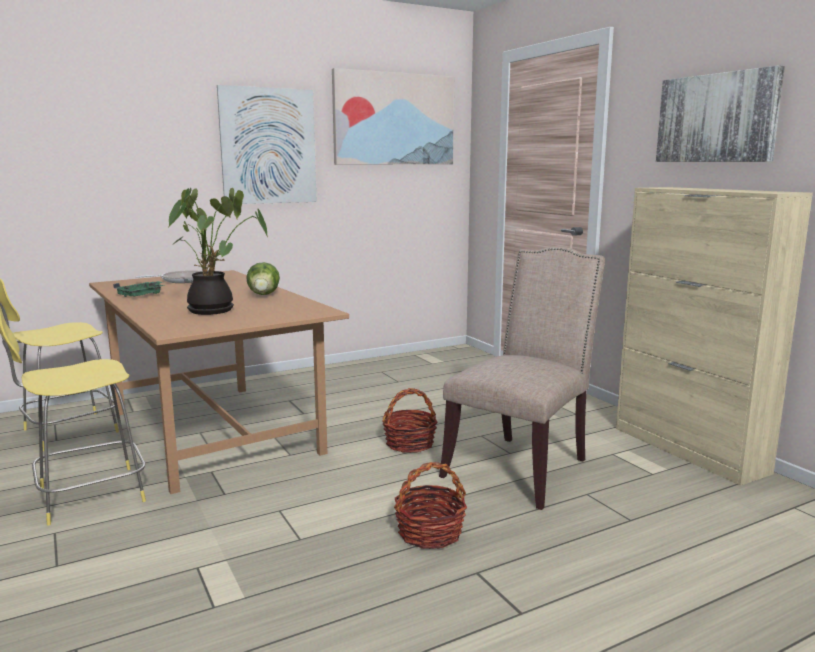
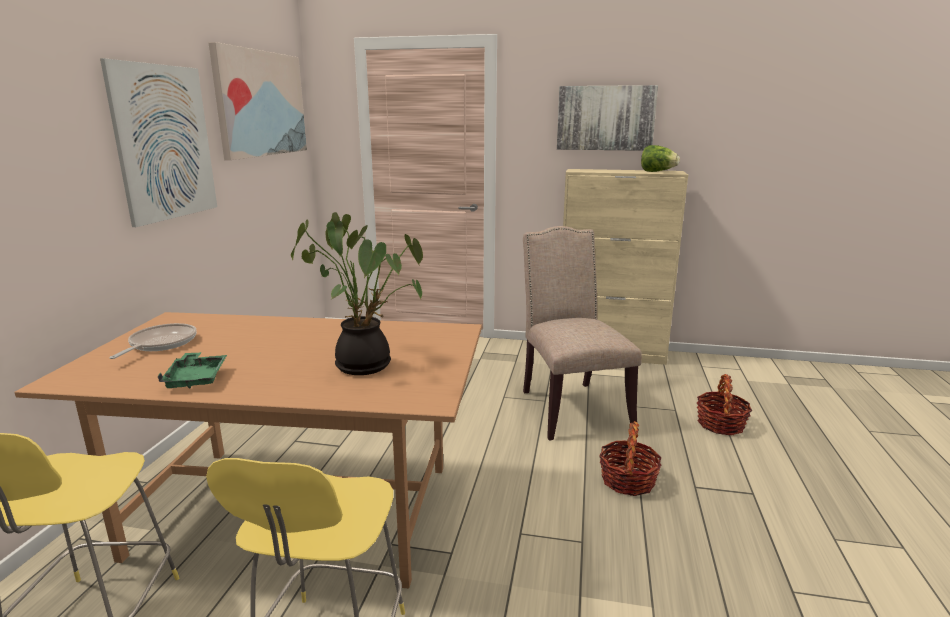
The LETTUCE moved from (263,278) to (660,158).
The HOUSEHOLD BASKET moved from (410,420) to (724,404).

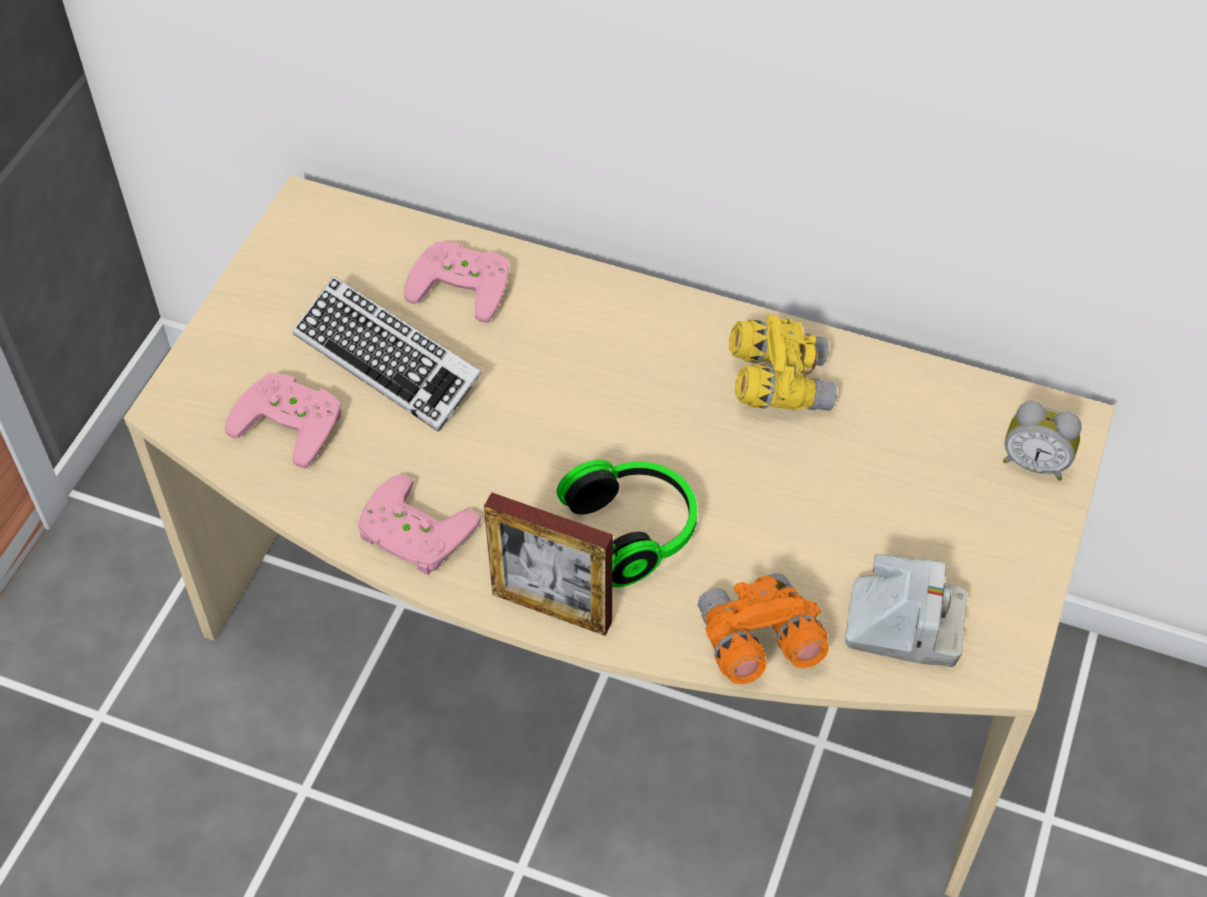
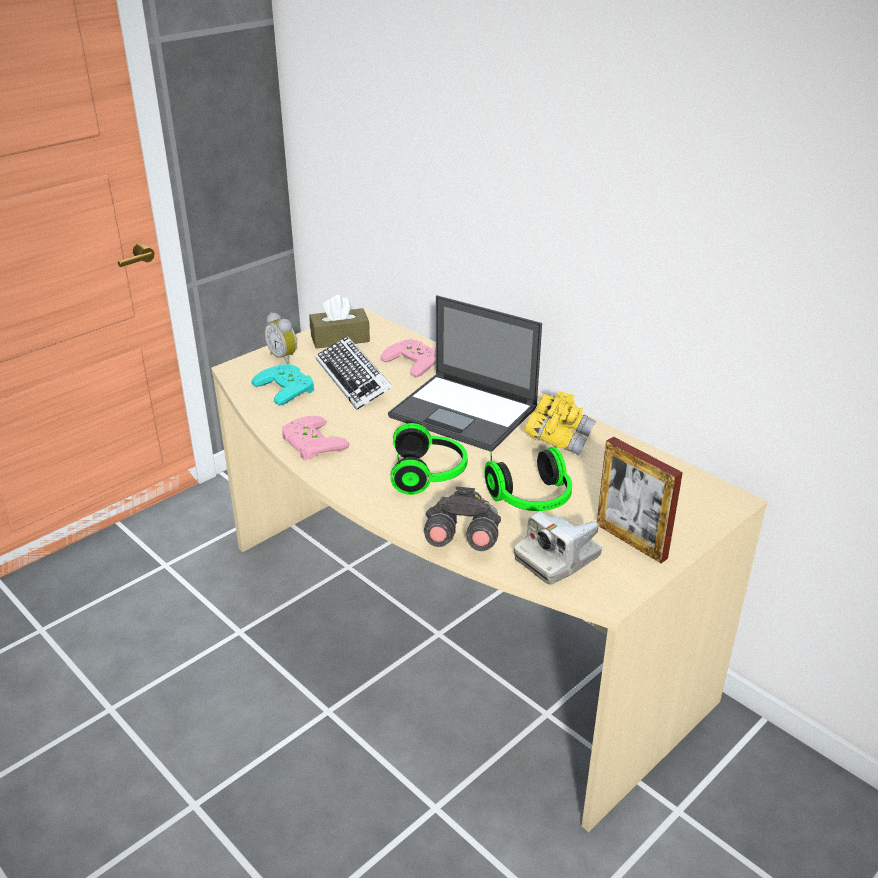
The PINK GAME CONTROLLER at (283,420) became the TURQUOISE GAME CONTROLLER at (282,385).
The BEDSIDE CLOCK moved from (1042,441) to (280,338).
The PICTURE FRAME moved from (548,564) to (640,500).
The STILL CAMERA at (906,610) turned 105 degrees clockwise.
The ORANGE BINOCULARS at (763,628) became the GRAY BINOCULARS at (462,519).
The BROWN-COLOURED TISSUE HOLDER at (339,322) appeared.
The PORTABLE COMPUTER at (465,373) appeared.
The PAIR OF HEADPHONES at (528,479) appeared.

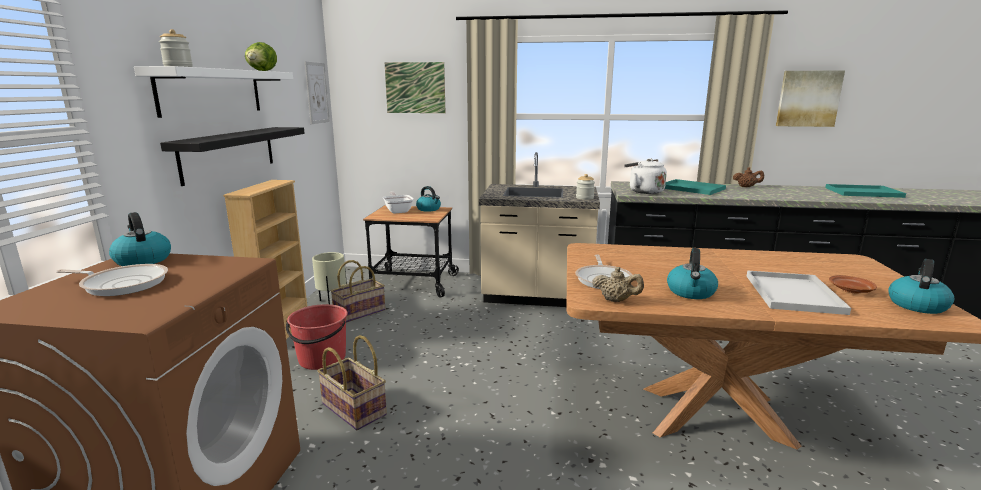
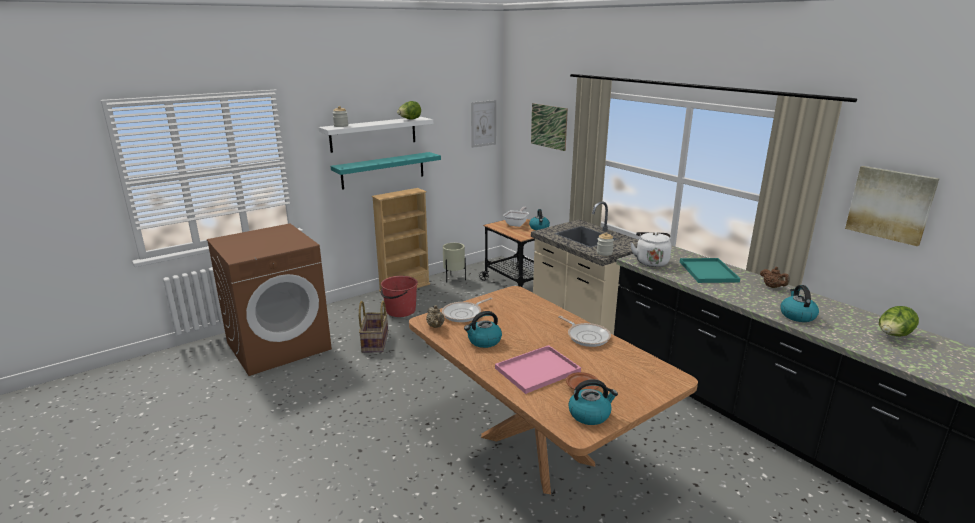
The BLACK BRACKET SHELF at (232,156) became the TURQUOISE BRACKET SHELF at (386,171).
The TURQUOISE SERVING TRAY at (865,191) was replaced by the LETTUCE at (899,321).
The WATER KETTLE moved from (140,239) to (799,303).
The HOUSEHOLD BASKET at (357,291) disappeared.
The PAN moved from (112,280) to (584,331).
The WHITE SERVING TRAY at (799,292) became the PINK SERVING TRAY at (538,369).

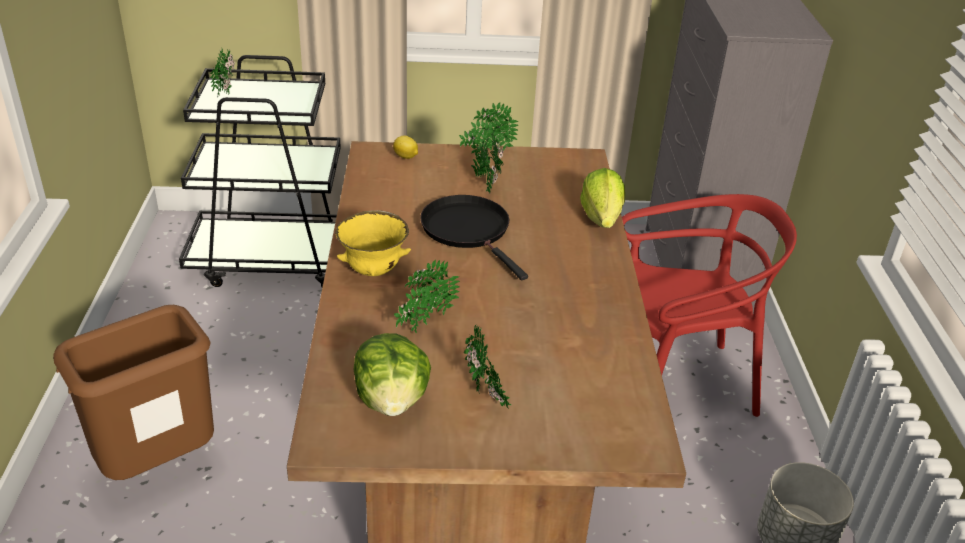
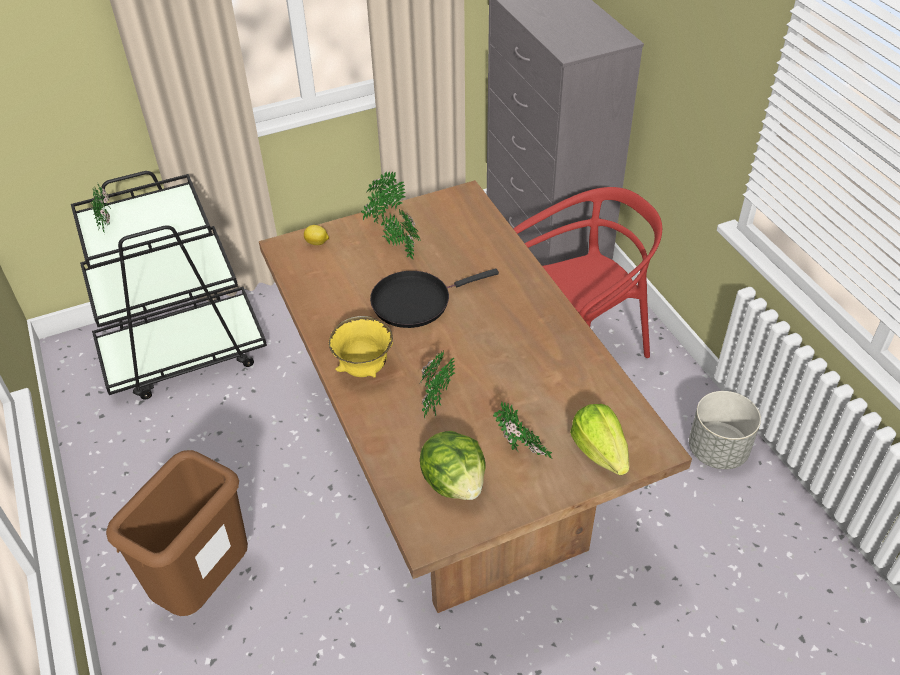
The LETTUCE moved from (602,198) to (599,439).
The BLACK PAN at (474,237) turned 60 degrees counterclockwise.

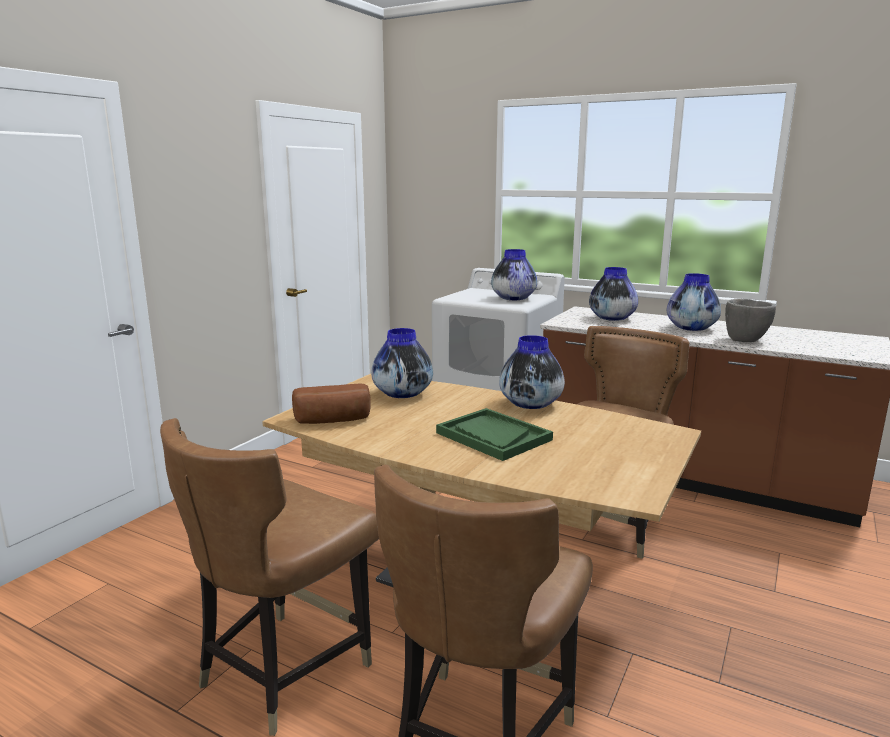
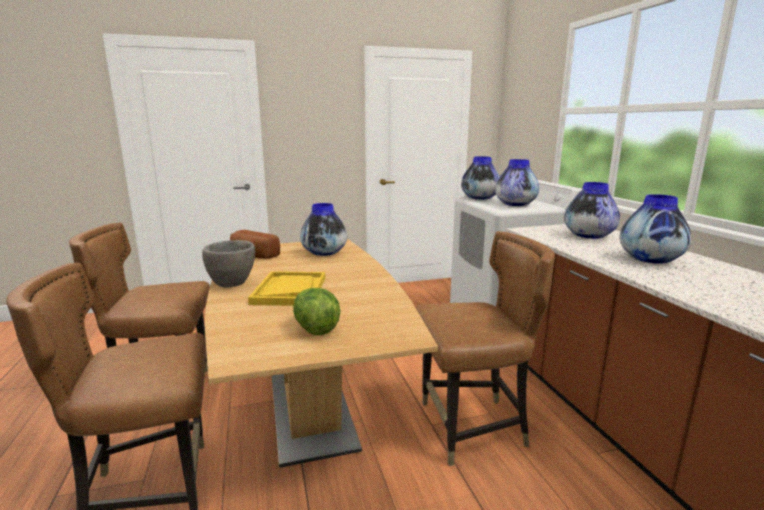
The GRAY SERVING BOWL moved from (750,320) to (228,264).
The DECORATIVE VASE moved from (532,372) to (480,178).
The GREEN SERVING TRAY at (494,434) became the YELLOW-COLOURED SERVING TRAY at (287,288).
The LETTUCE at (316,311) appeared.

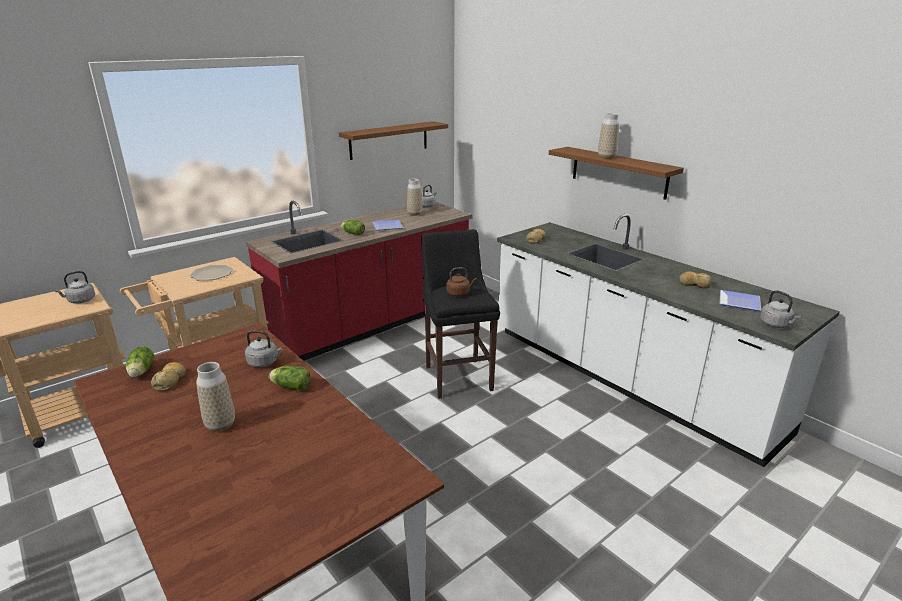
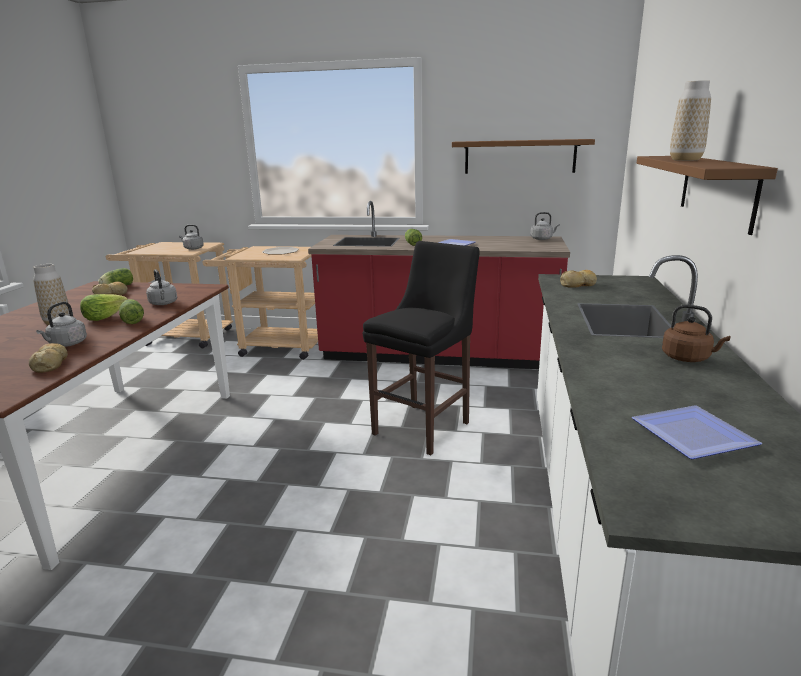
The DECORATIVE VASE at (415,197) disappeared.
The BROWN-COLOURED WATER KETTLE moved from (462,281) to (696,333).
The BREAD moved from (695,279) to (48,358).
The GRAY WATER KETTLE moved from (780,309) to (61,324).
The LETTUCE at (104,307) appeared.

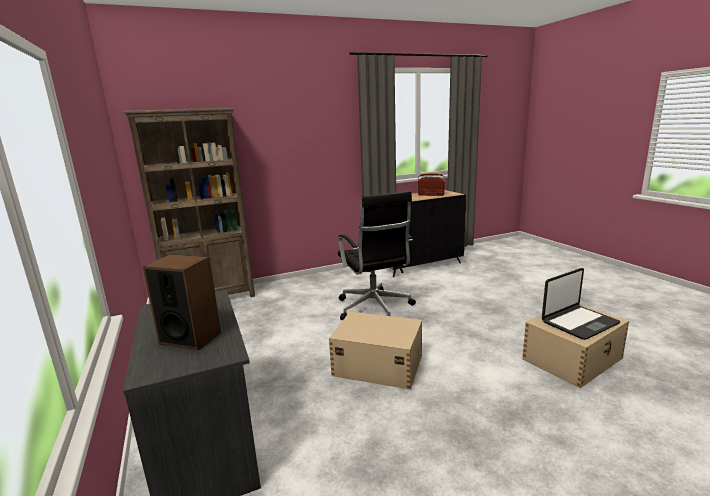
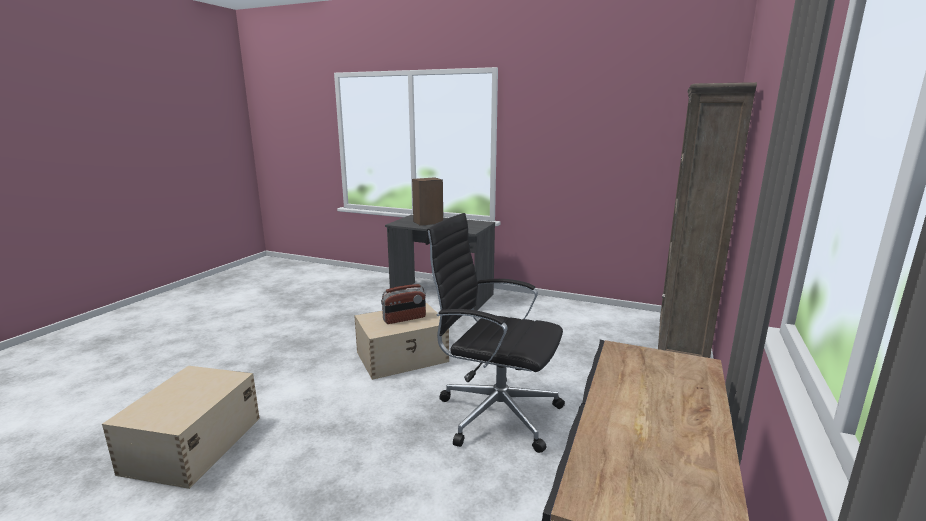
The RADIO moved from (431,184) to (403,304).
The PORTABLE COMPUTER at (581,304) disappeared.

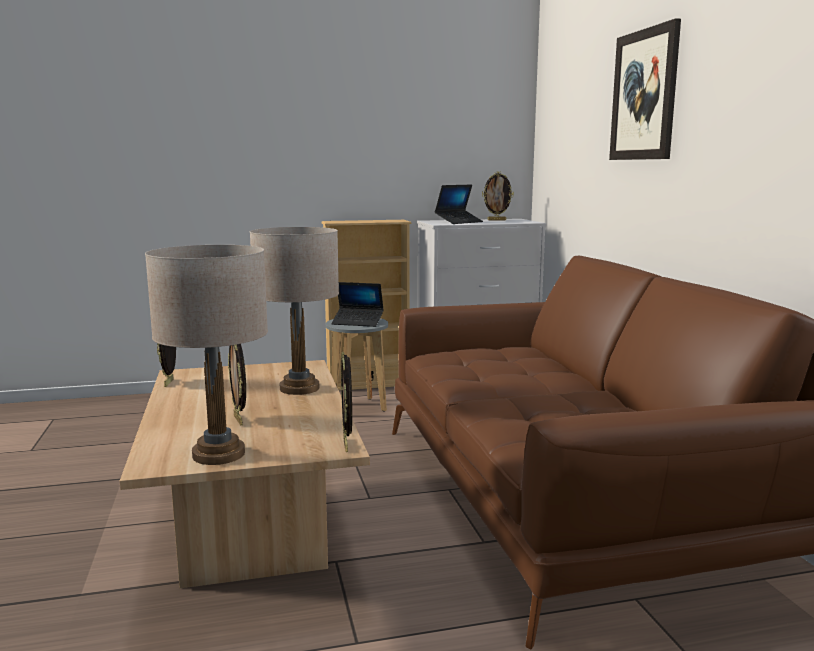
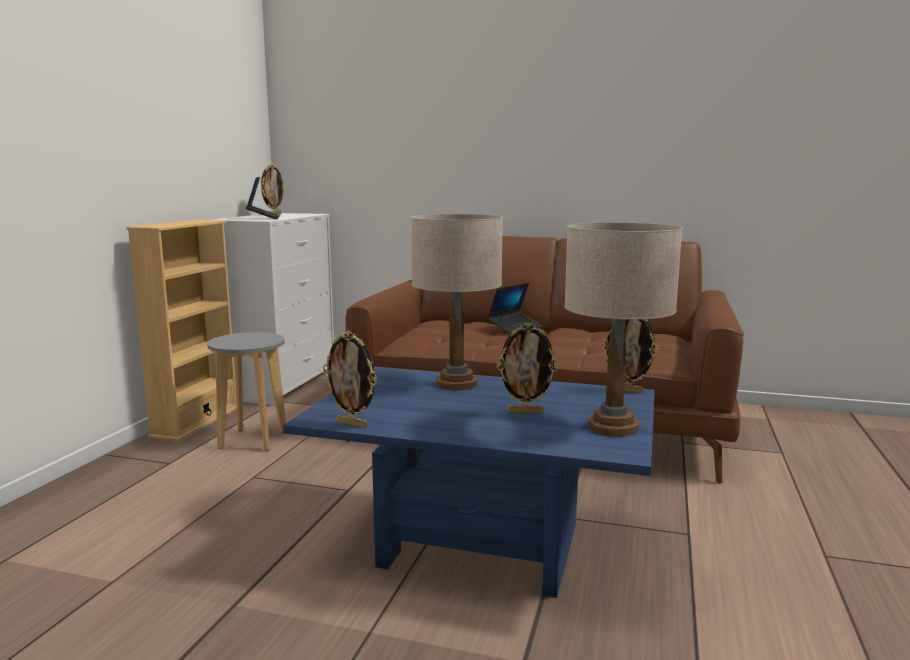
The WALL ART at (645,89) disappeared.
The PORTABLE COMPUTER moved from (357,304) to (515,308).
The BEIGE-COLOURED COFFEE TABLE at (245,474) became the BLUE COFFEE TABLE at (469,482).

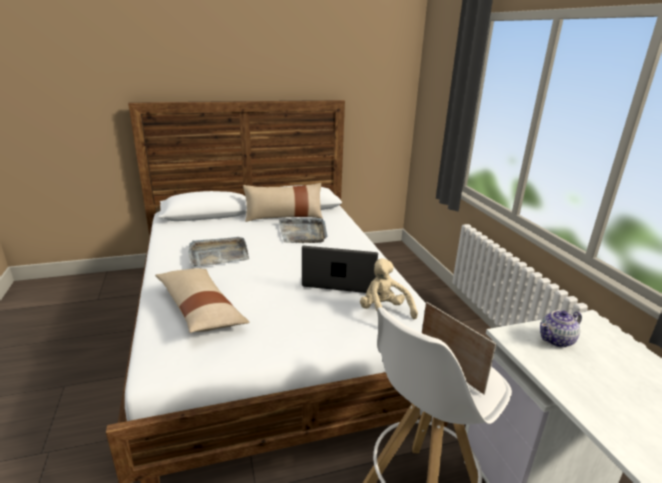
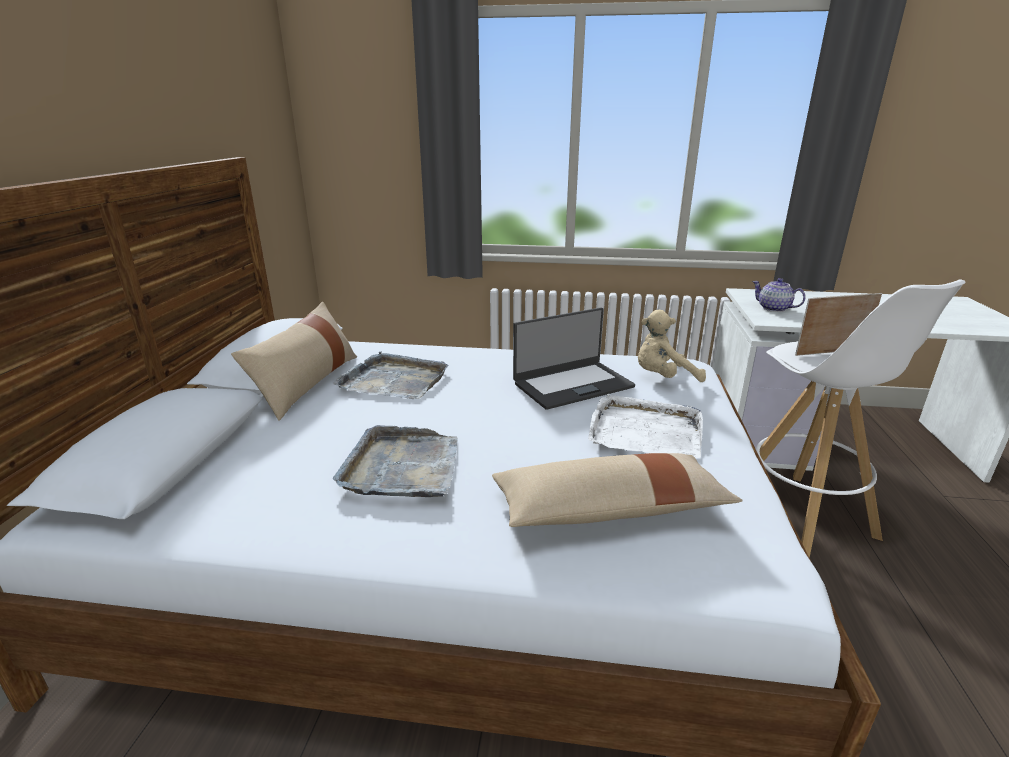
The PORTABLE COMPUTER at (340,269) turned 150 degrees counterclockwise.
The POT FOR TEA at (561,329) turned 135 degrees clockwise.
The WHITE SERVING TRAY at (645,426) appeared.

